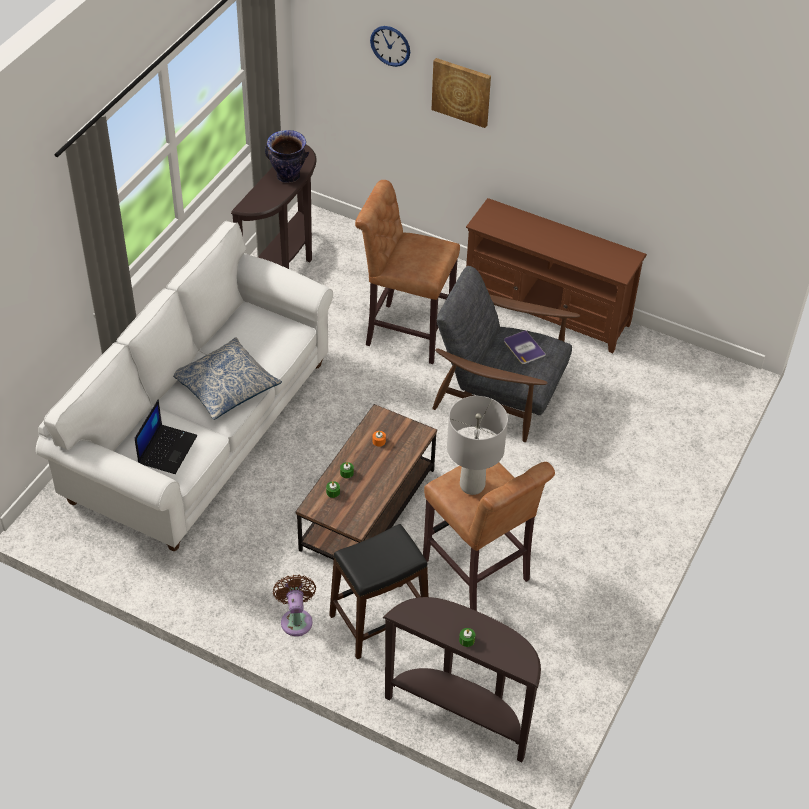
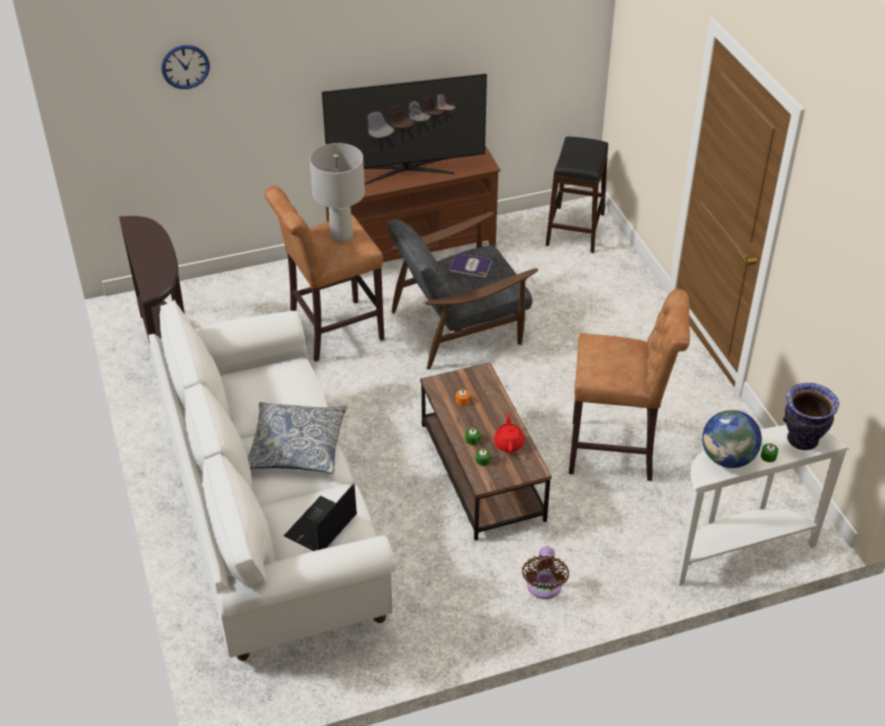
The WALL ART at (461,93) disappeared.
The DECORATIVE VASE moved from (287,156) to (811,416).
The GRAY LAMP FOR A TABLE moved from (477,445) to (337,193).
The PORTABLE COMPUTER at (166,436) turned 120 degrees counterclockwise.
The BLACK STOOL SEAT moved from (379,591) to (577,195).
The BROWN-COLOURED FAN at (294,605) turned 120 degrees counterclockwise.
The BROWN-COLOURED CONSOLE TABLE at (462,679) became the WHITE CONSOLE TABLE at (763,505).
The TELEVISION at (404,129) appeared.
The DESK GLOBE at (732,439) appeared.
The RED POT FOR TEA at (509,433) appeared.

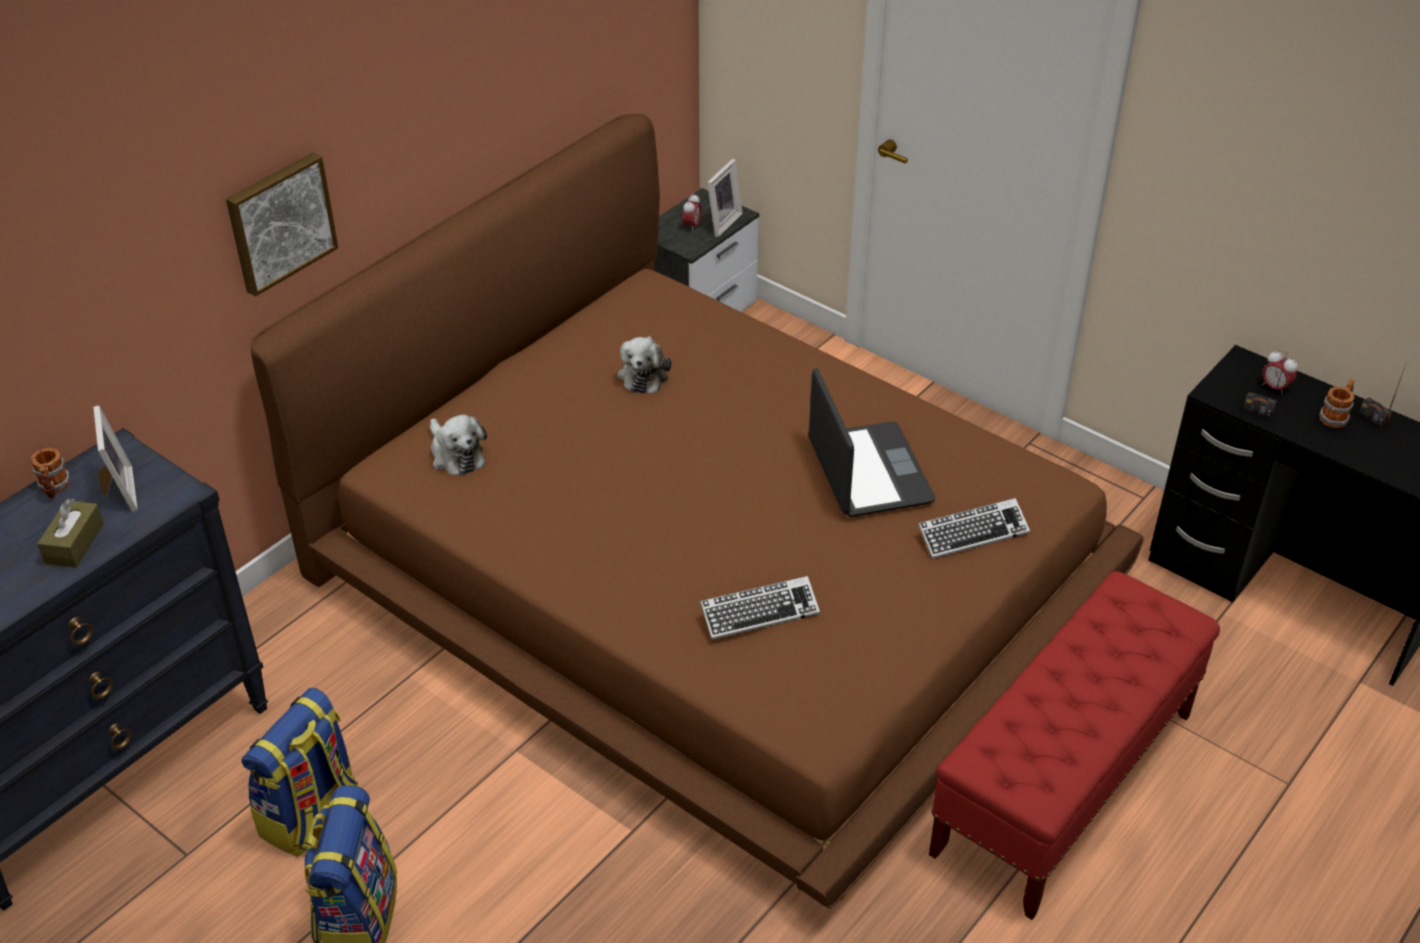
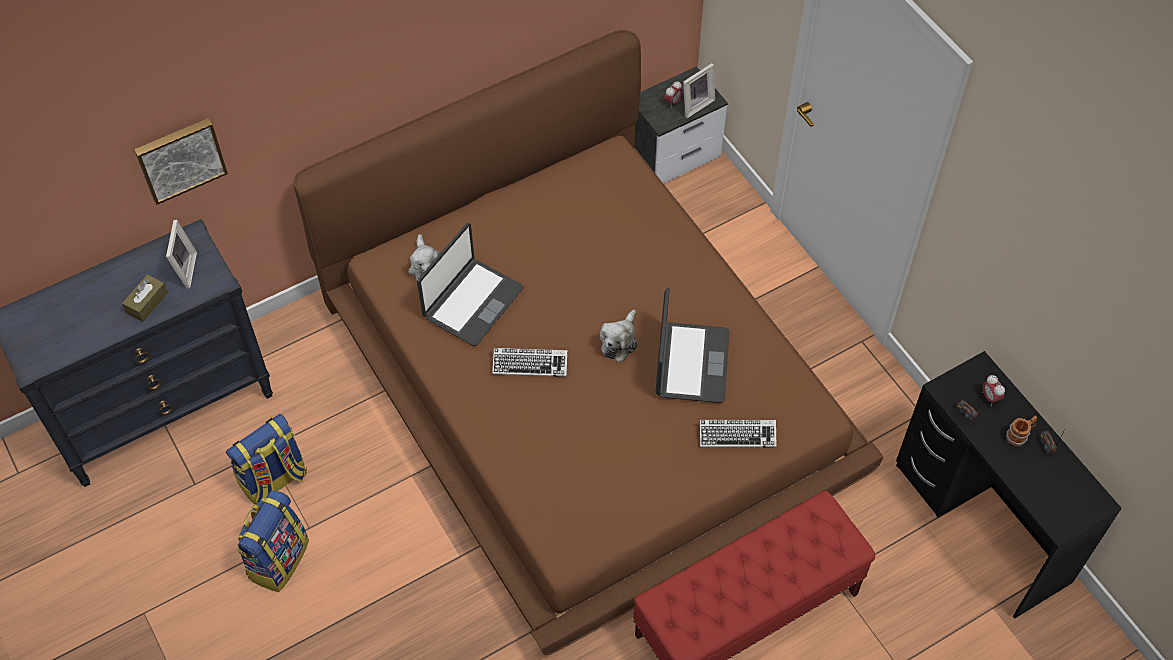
The WALL ART moved from (282,224) to (181,161).
The CUDDLY TOY moved from (644,364) to (619,336).
The COFFEE MUG at (50,473) disappeared.
The PC KEYBOARD moved from (760,608) to (529,362).
The PORTABLE COMPUTER at (470,284) appeared.

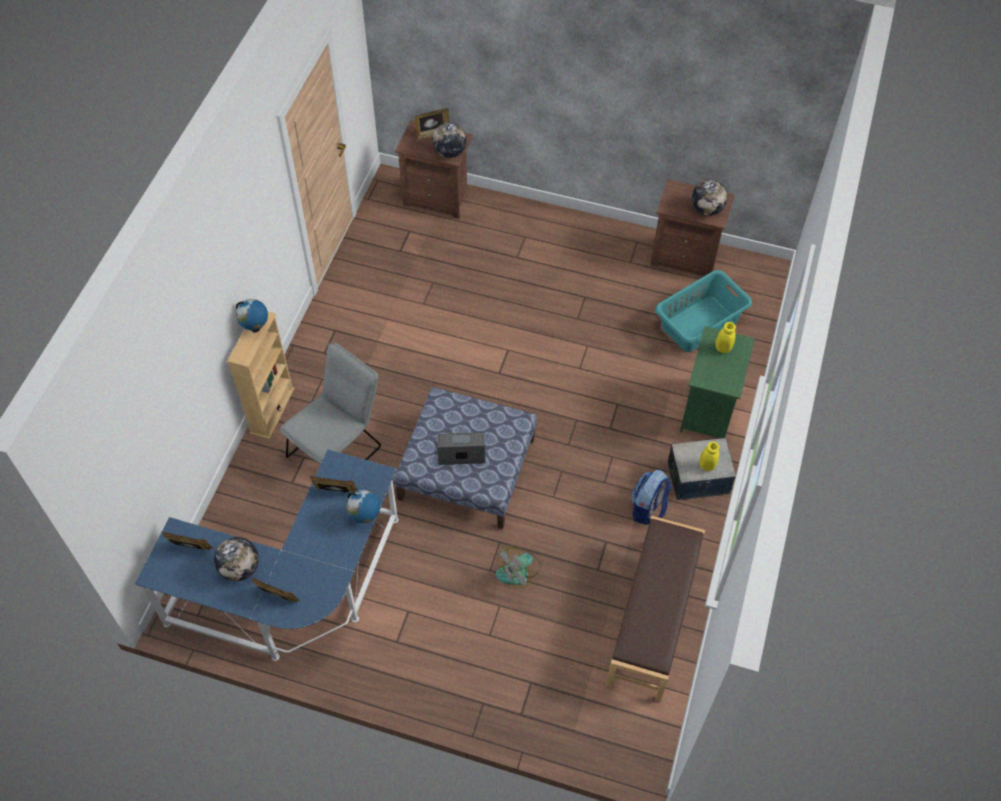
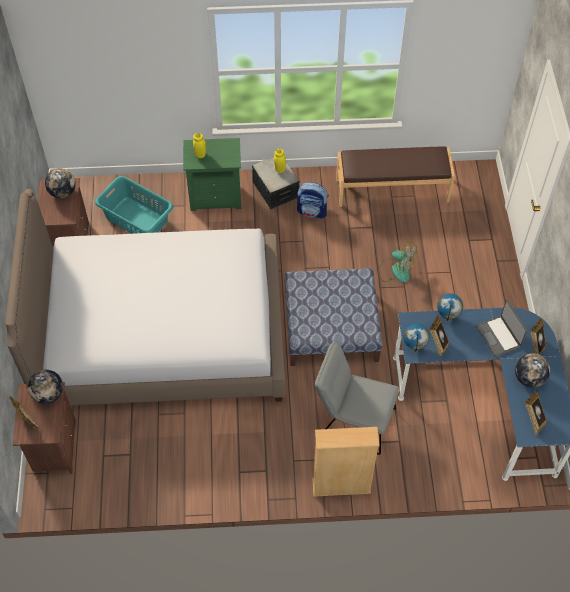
The DESK GLOBE moved from (252,316) to (416,337).
The PORTABLE COMPUTER moved from (461,448) to (502,328).
The BED at (145,297) appeared.

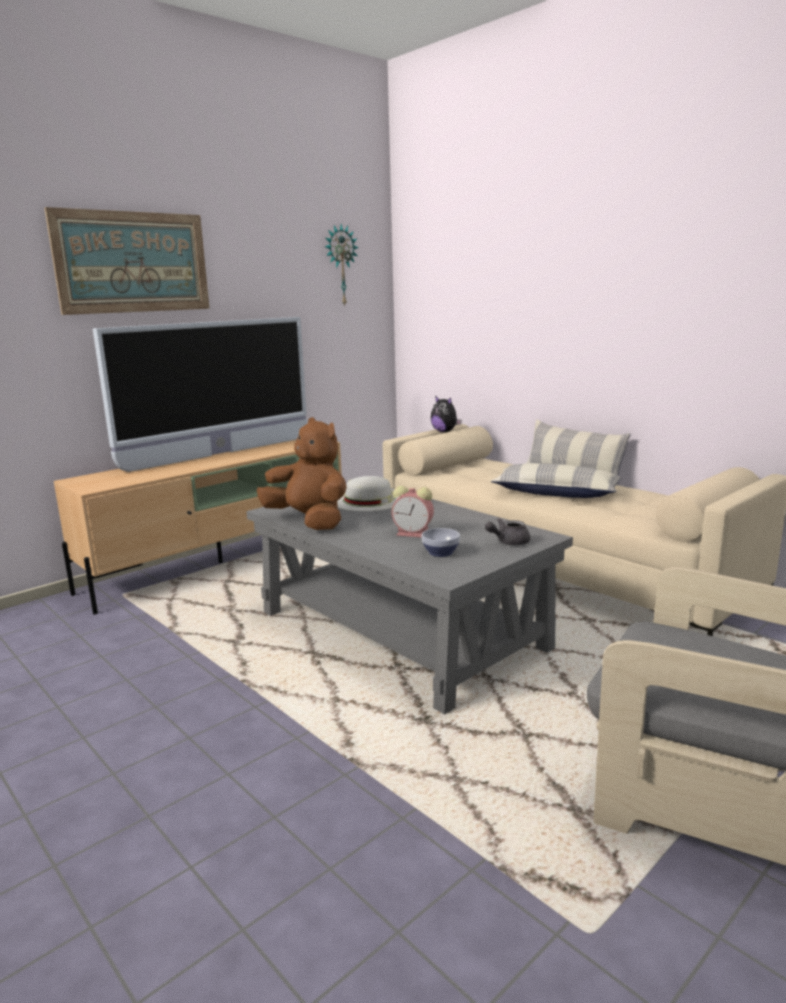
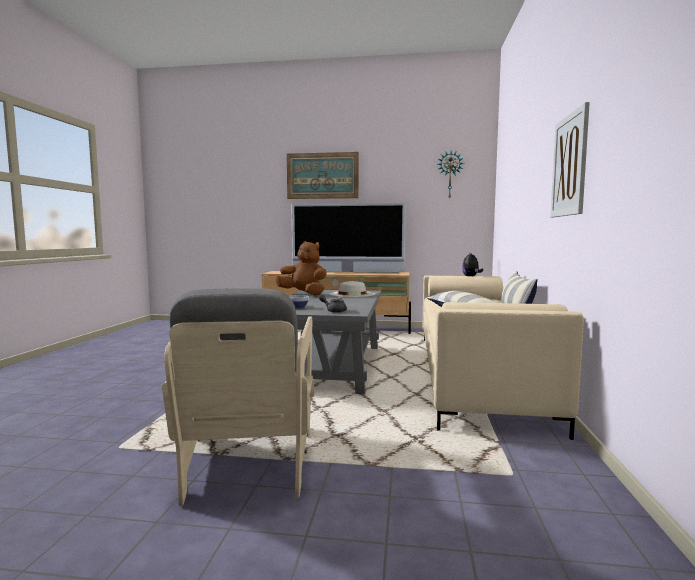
The BROWN-COLOURED CUDDLY TOY at (302,473) turned 60 degrees counterclockwise.
The BEDSIDE CLOCK at (412,511) disappeared.
The WALL ART at (570,159) appeared.

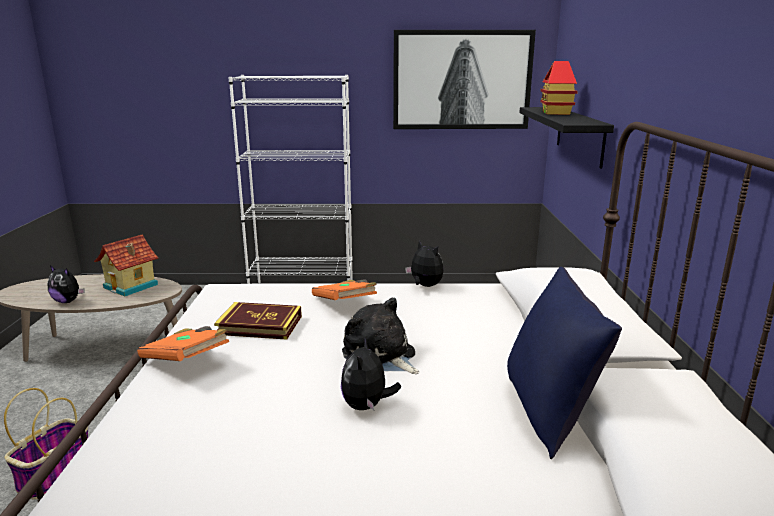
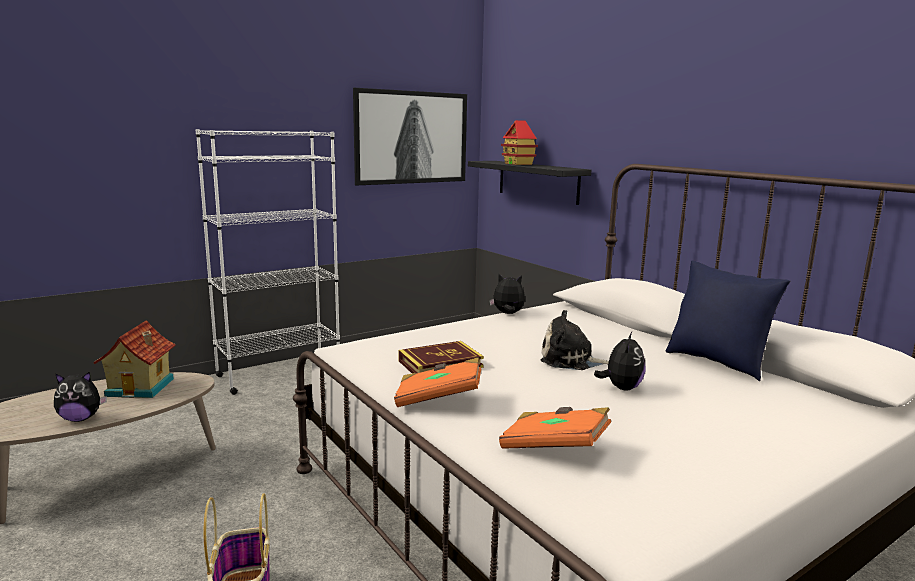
The ORANGE BOUND BOOK moved from (344,290) to (555,428).
The CUDDLY TOY at (371,374) turned 135 degrees counterclockwise.

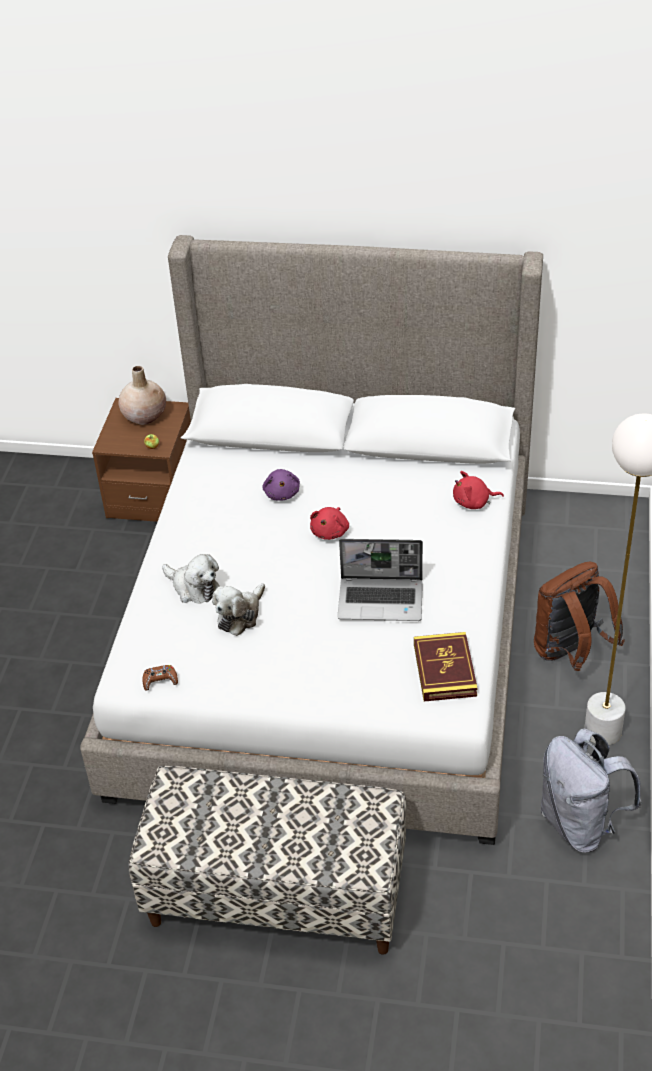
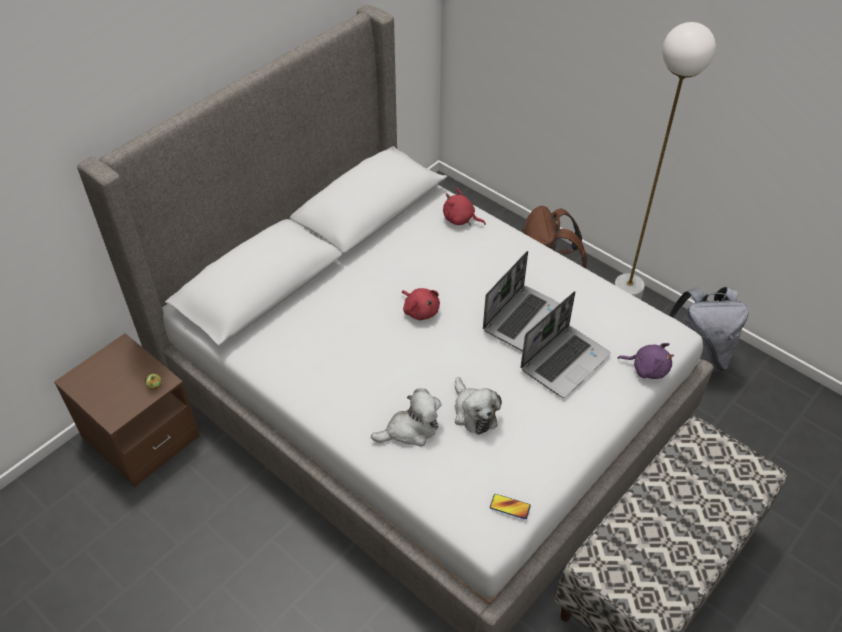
The BEIGE-COLOURED DECORATIVE VASE at (142,395) disappeared.
The PURPLE-COLOURED CUDDLY TOY moved from (281,485) to (645,361).
The RED CUDDLY TOY at (478,490) turned 90 degrees clockwise.
The BOUND BOOK at (446,666) disappeared.
The BROWN-COLOURED GAME CONTROLLER at (160,678) was replaced by the TELEPHONE at (510,506).
The PORTABLE COMPUTER at (565,344) appeared.

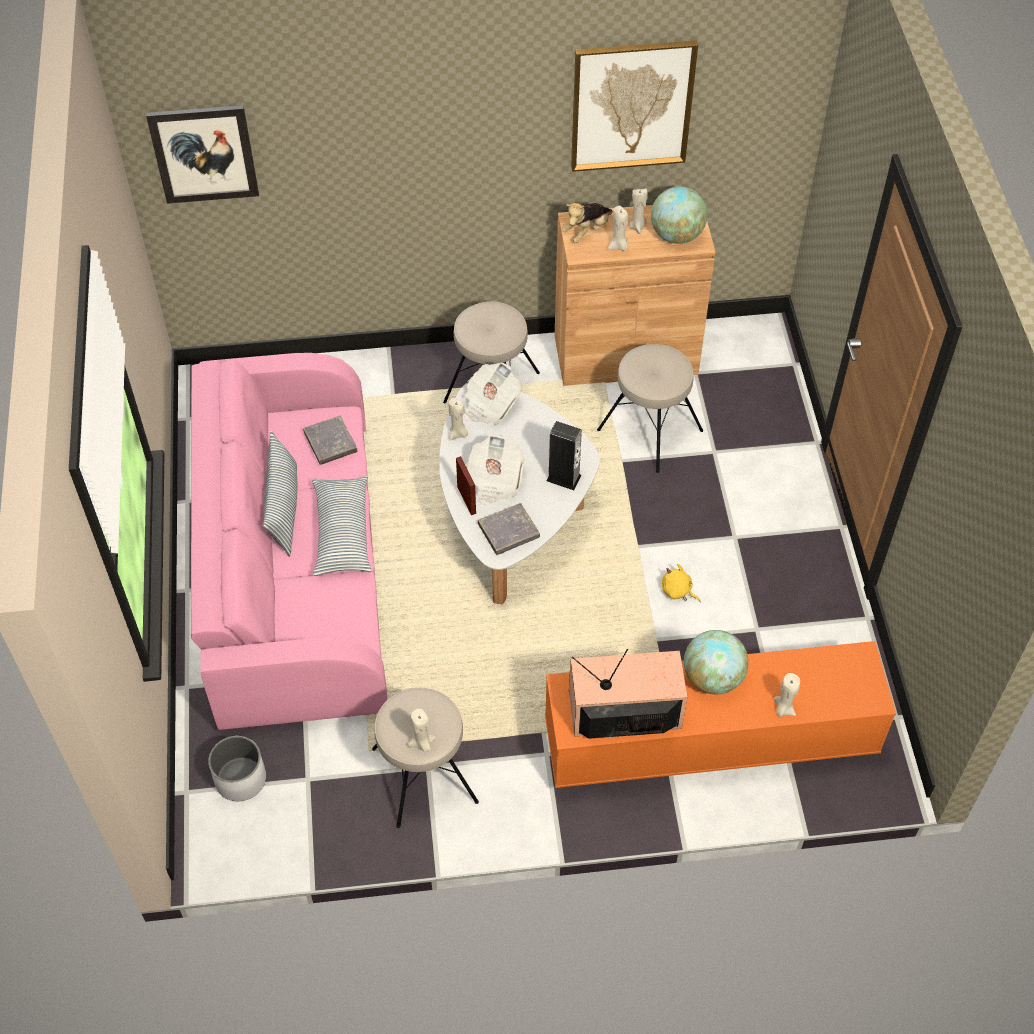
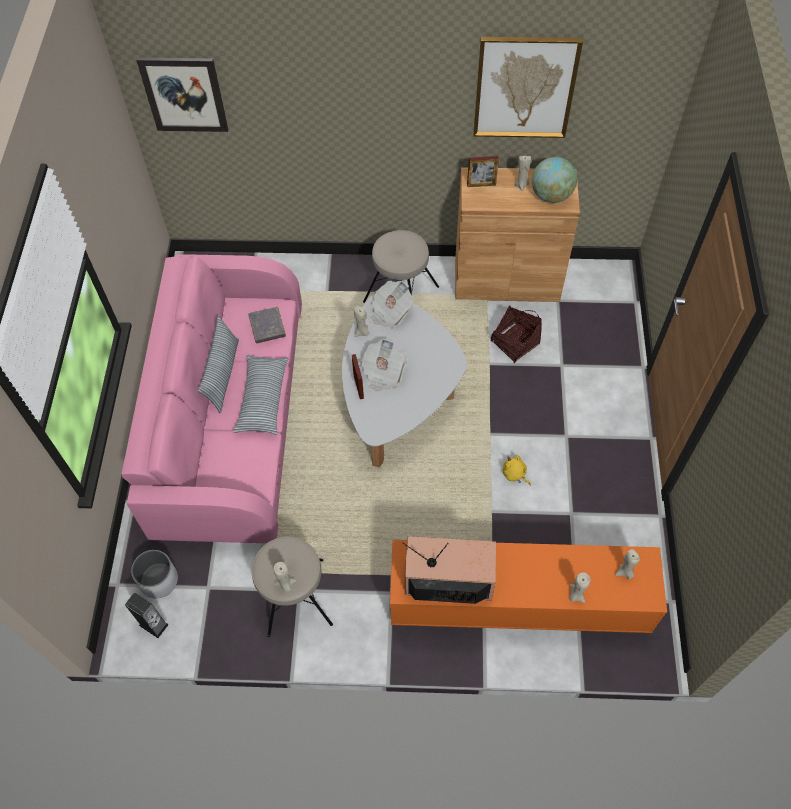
The CUDDLY TOY at (587,223) was replaced by the PICTURE FRAME at (483,171).
The BEIGE-COLOURED WAX LIGHT moved from (618,228) to (627,564).
The BEIGE-COLOURED STOOL SEAT at (650,408) was replaced by the HOUSEHOLD BASKET at (516,334).
The SPEAKER moved from (564,455) to (147,615).
The GRAY BOUND BOOK at (509,529) disappeared.
The DESK GLOBE at (716,662) disappeared.

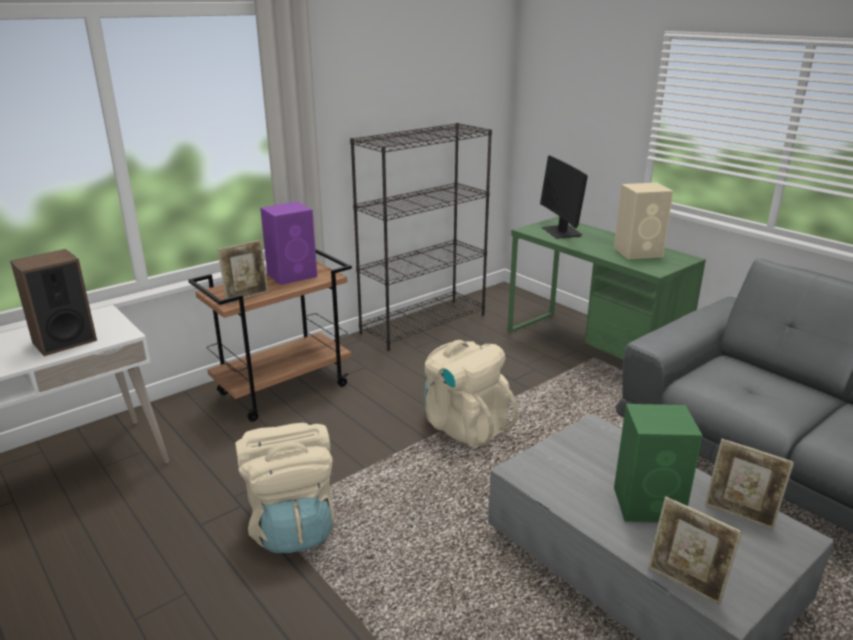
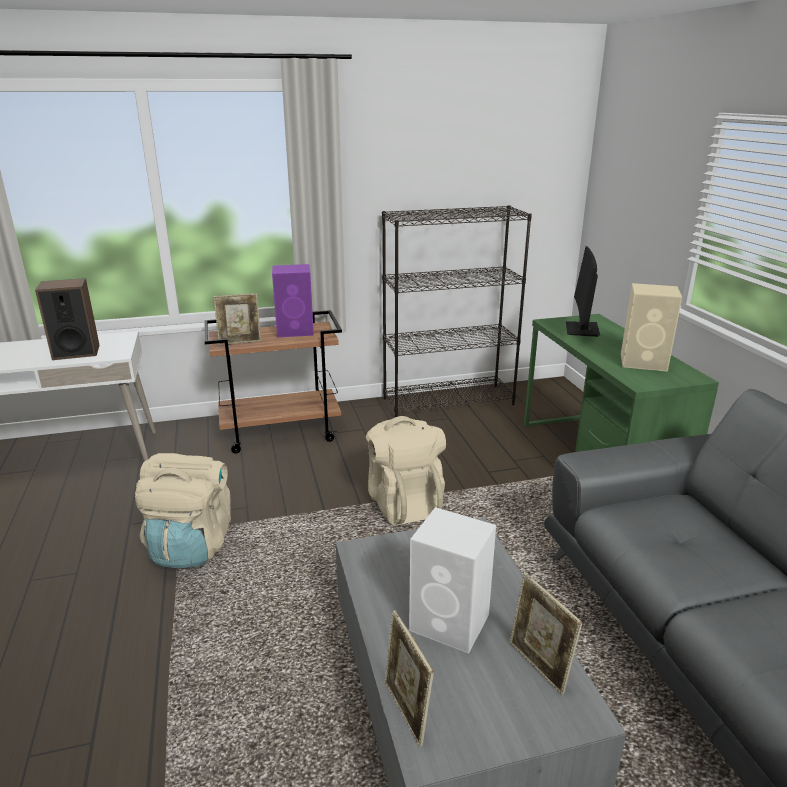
The GREEN SPEAKER at (658,463) became the WHITE SPEAKER at (452,580).

